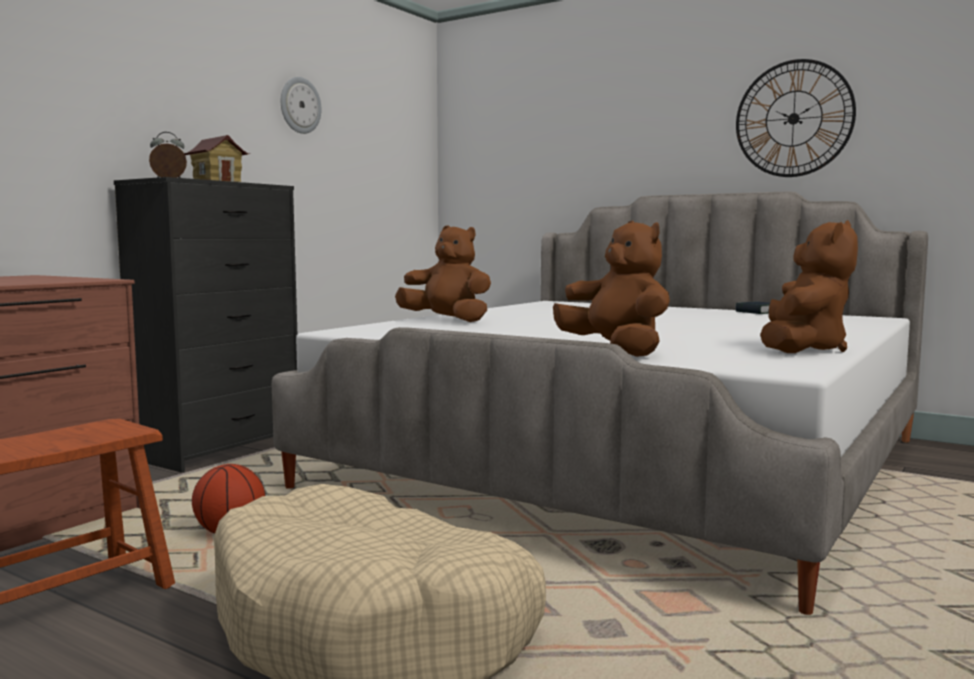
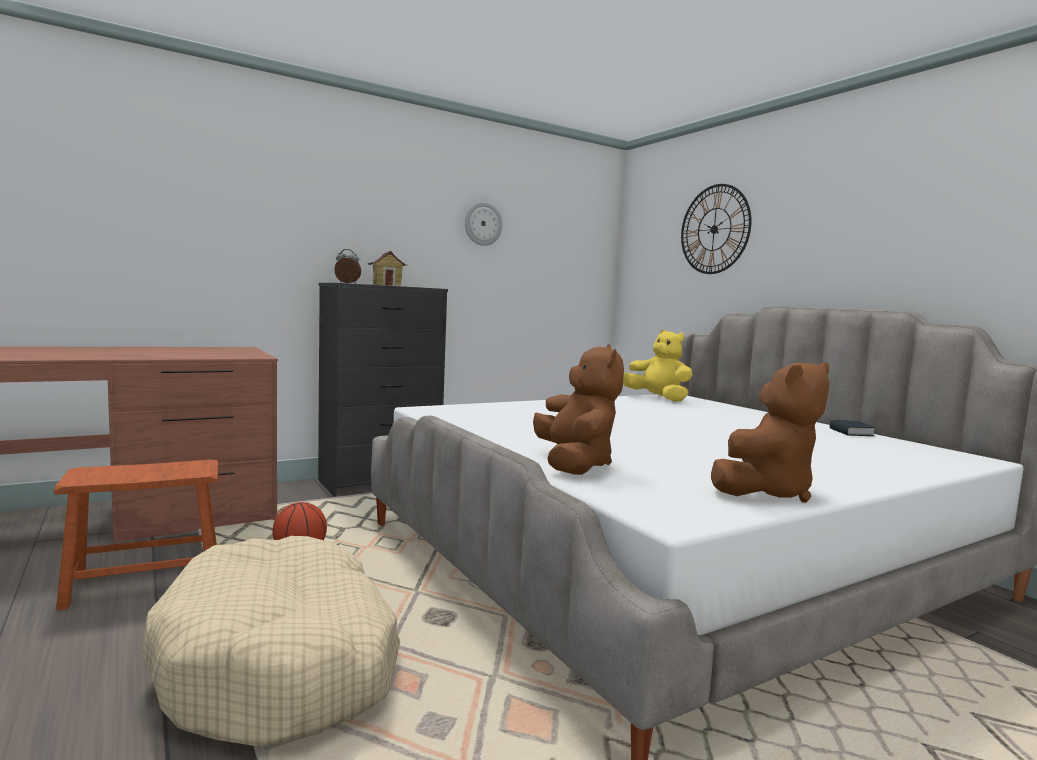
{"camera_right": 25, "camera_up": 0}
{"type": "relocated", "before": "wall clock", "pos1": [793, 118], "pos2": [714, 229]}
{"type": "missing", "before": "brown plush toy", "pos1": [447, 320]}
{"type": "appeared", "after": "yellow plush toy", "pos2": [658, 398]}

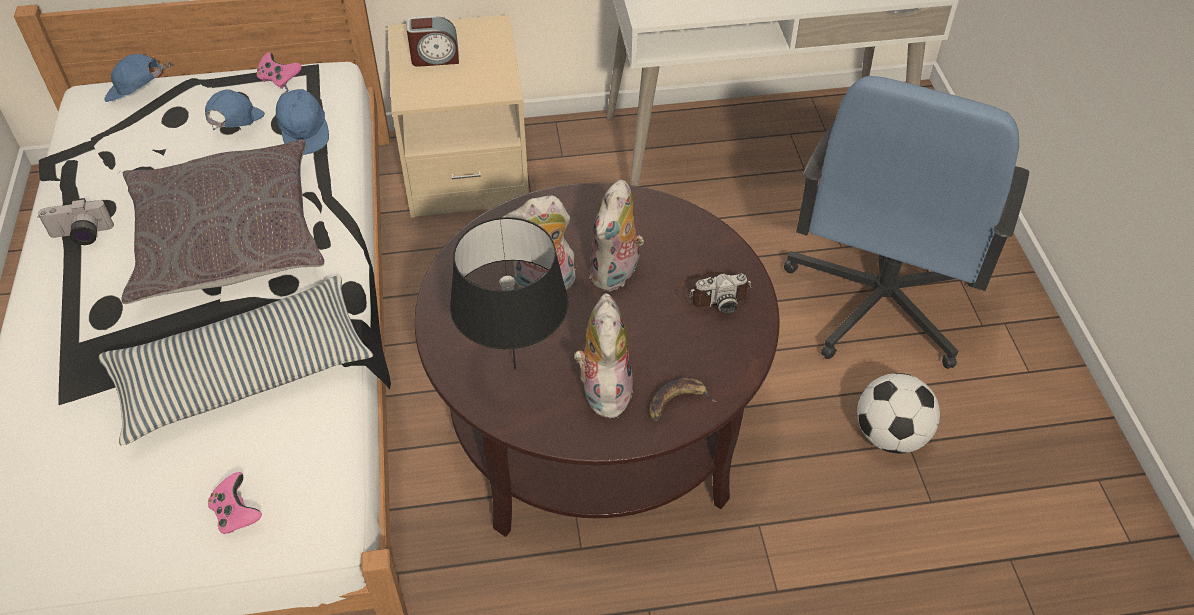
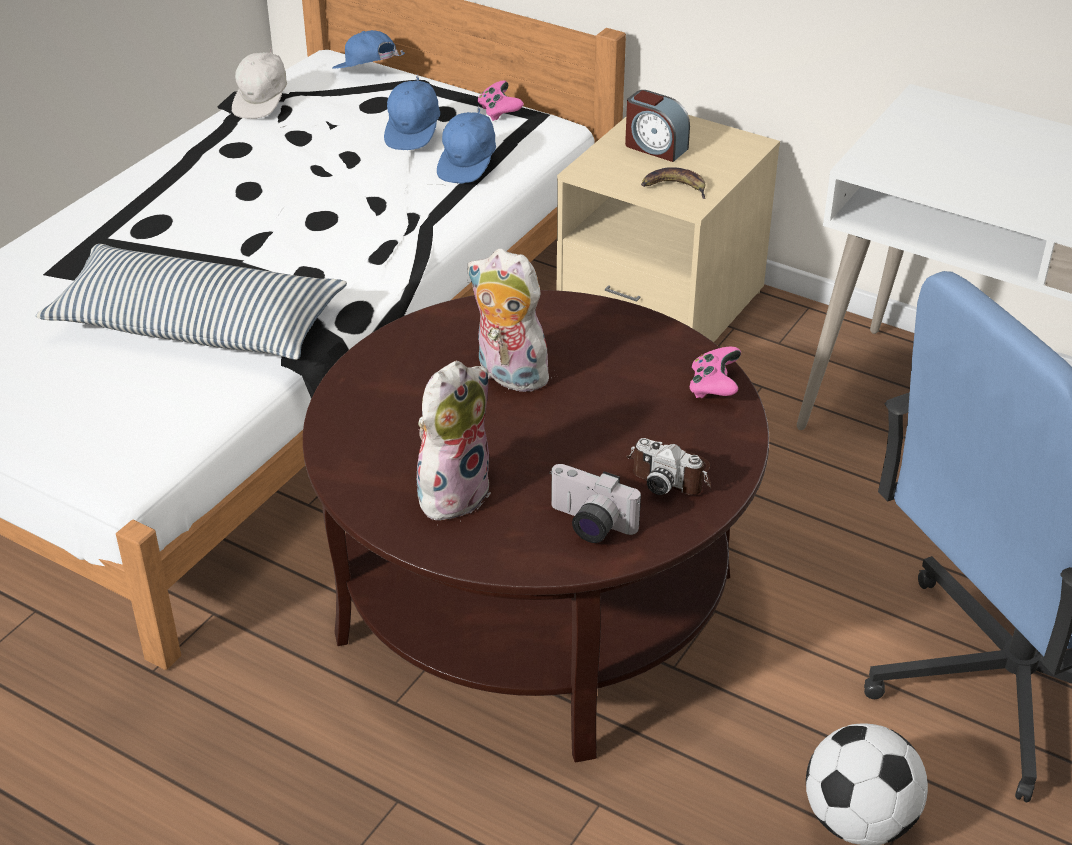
{"camera_right": 40, "camera_up": -10}
{"type": "spun", "before": "blue cap", "pos1": [236, 126], "pos2": [414, 132], "turn": 135}
{"type": "missing", "before": "grey pillow", "pos1": [227, 237]}
{"type": "missing", "before": "plush toy", "pos1": [616, 274]}
{"type": "relocated", "before": "photo camera", "pos1": [81, 236], "pos2": [588, 525]}
{"type": "missing", "before": "black table lamp", "pos1": [515, 369]}
{"type": "relocated", "before": "banana", "pos1": [677, 403], "pos2": [674, 187]}
{"type": "relocated", "before": "pink game controller", "pos1": [236, 513], "pos2": [714, 387]}
{"type": "appeared", "after": "white cap", "pos2": [263, 102]}

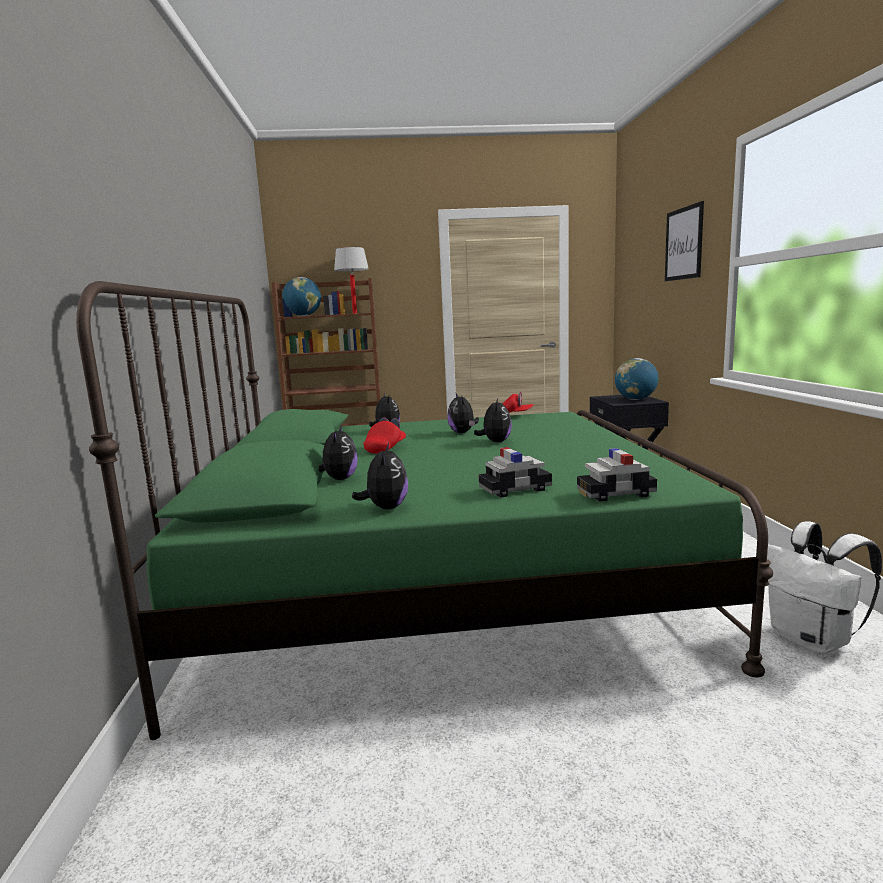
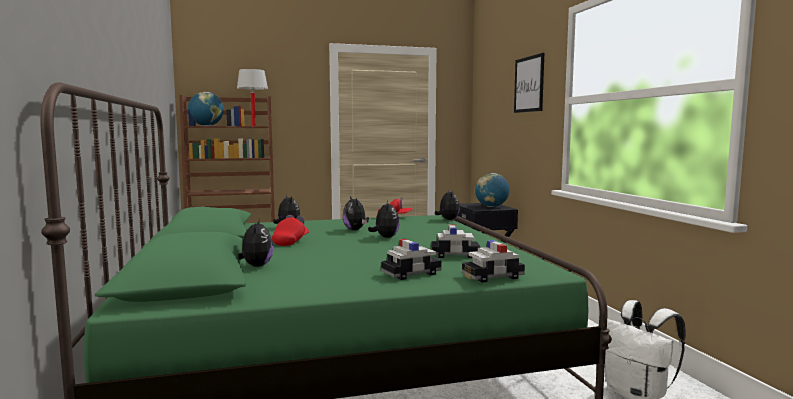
{"camera_right": -10, "camera_up": -5}
{"type": "relocated", "before": "plush toy", "pos1": [385, 508], "pos2": [447, 219]}
{"type": "appeared", "after": "toy car", "pos2": [455, 255]}

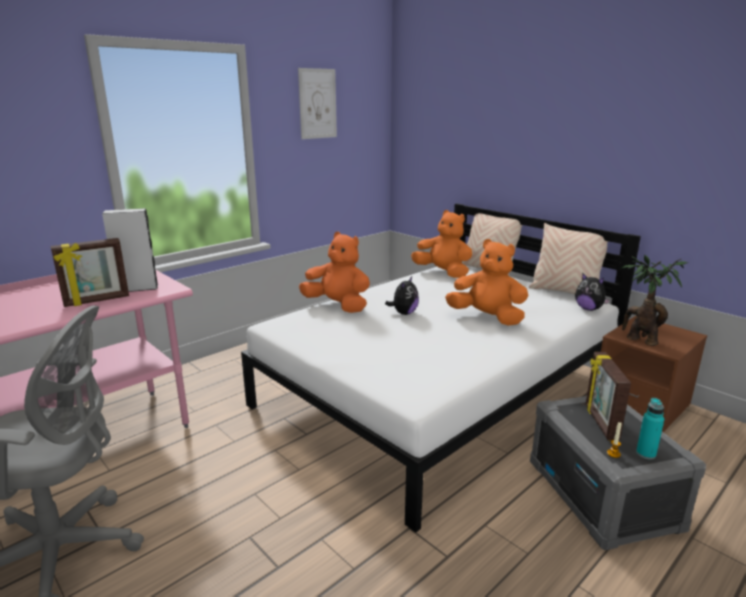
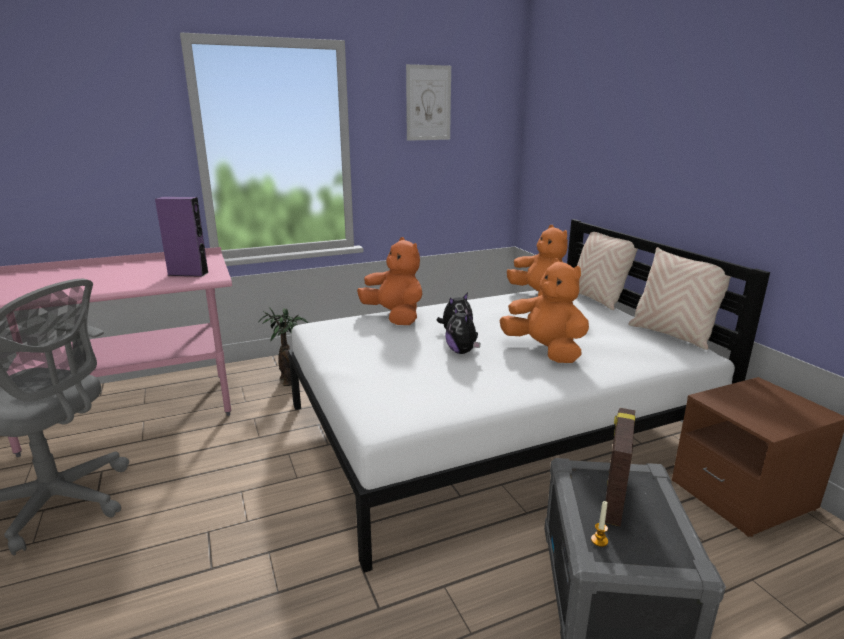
{"camera_right": 20, "camera_up": 0}
{"type": "colour", "before": "grey speaker", "after": "purple speaker", "pos1": [137, 288], "pos2": [188, 274]}
{"type": "missing", "before": "picture frame", "pos1": [97, 301]}
{"type": "relocated", "before": "potted plant", "pos1": [639, 339], "pos2": [289, 379]}
{"type": "relocated", "before": "plush toy", "pos1": [589, 309], "pos2": [462, 352]}
{"type": "missing", "before": "turquoise bottle", "pos1": [646, 454]}

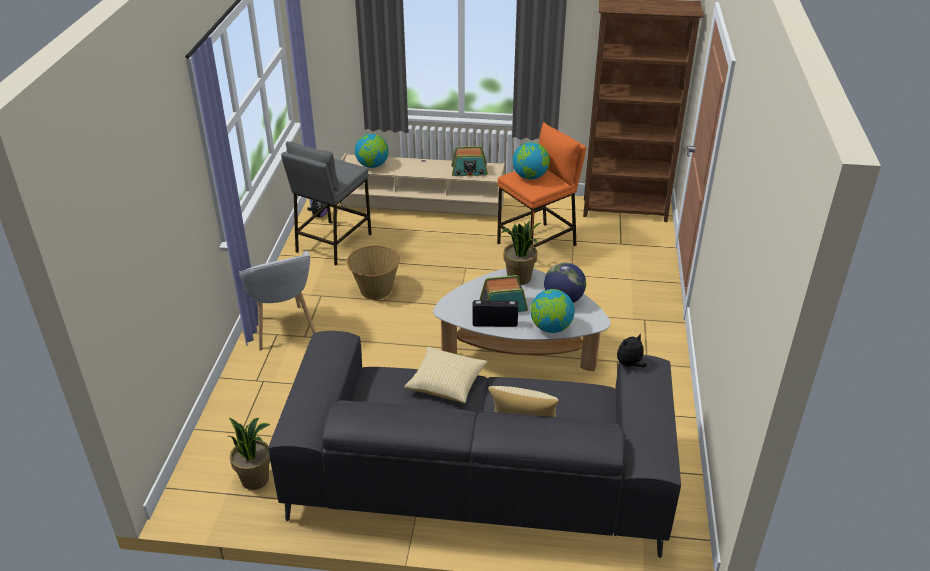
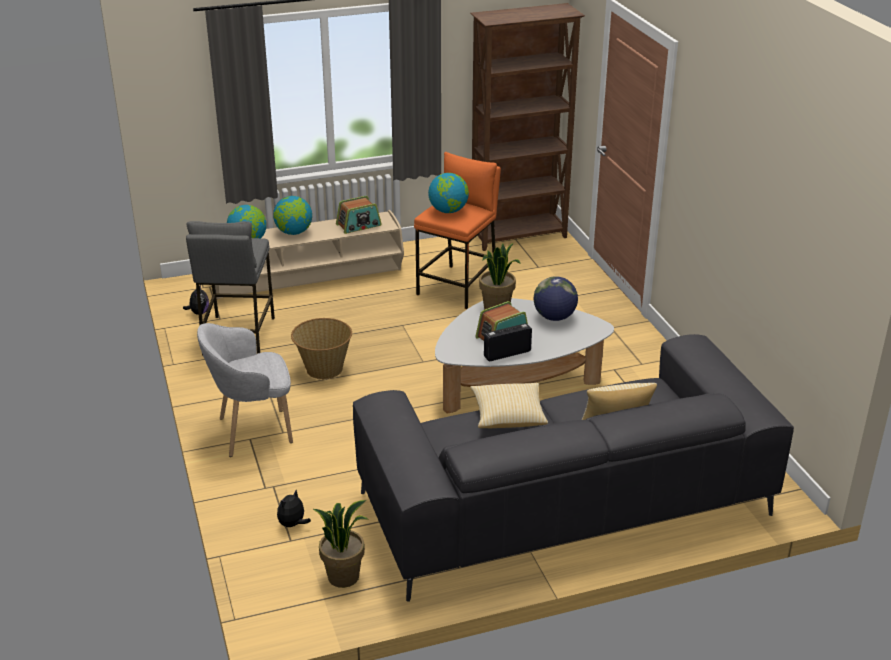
{"camera_right": -25, "camera_up": -5}
{"type": "spun", "before": "grey armchair", "pos1": [282, 329], "pos2": [252, 432], "turn": 120}
{"type": "relocated", "before": "globe", "pos1": [550, 327], "pos2": [293, 232]}
{"type": "relocated", "before": "plush toy", "pos1": [629, 364], "pos2": [293, 524]}

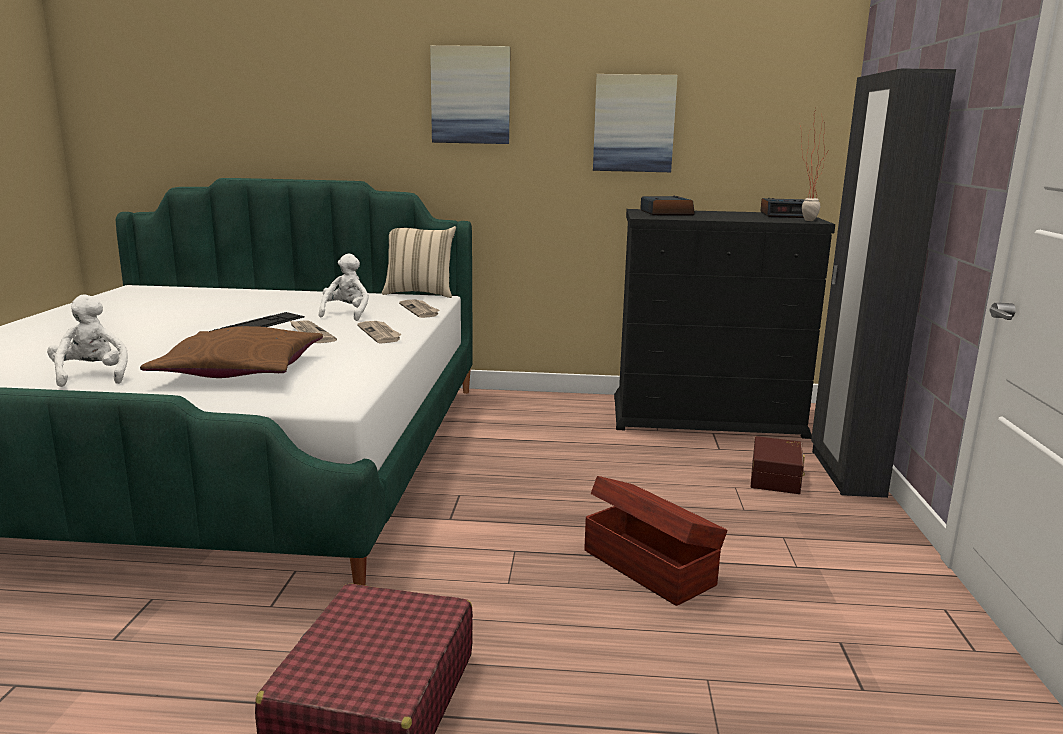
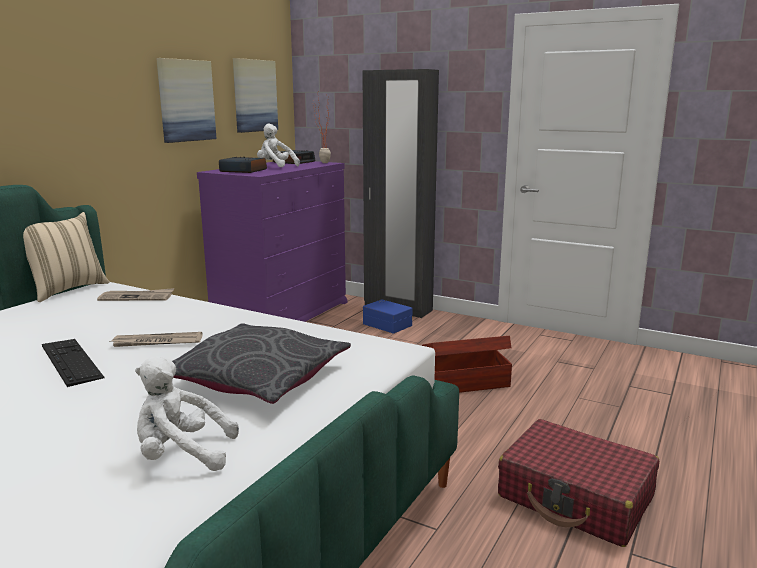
{"camera_right": -65, "camera_up": 0}
{"type": "relocated", "before": "picture", "pos1": [470, 95], "pos2": [254, 95]}
{"type": "colour", "before": "black dresser", "after": "purple dresser", "pos1": [707, 416], "pos2": [281, 315]}
{"type": "relocated", "before": "white plush toy", "pos1": [346, 314], "pos2": [275, 166]}
{"type": "missing", "before": "newspaper", "pos1": [380, 334]}
{"type": "colour", "before": "brown pillow", "after": "grey pillow", "pos1": [240, 370], "pos2": [256, 378]}
{"type": "colour", "before": "brown storage box", "after": "blue storage box", "pos1": [777, 478], "pos2": [388, 324]}

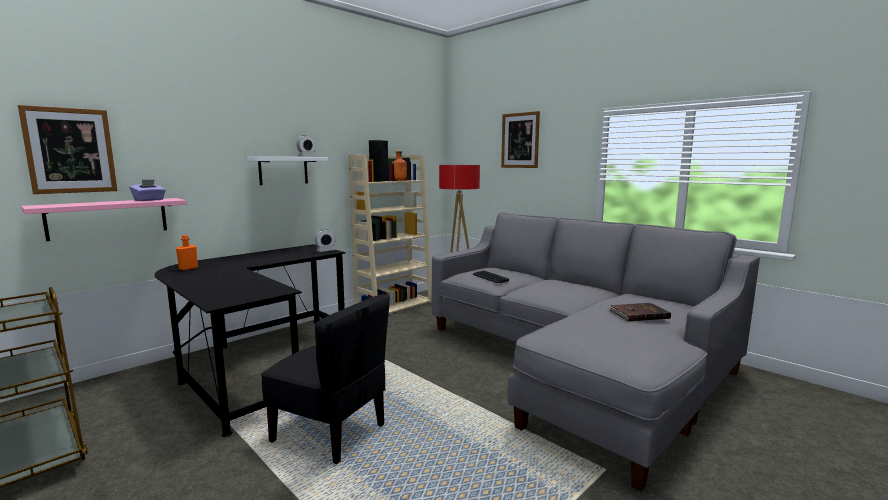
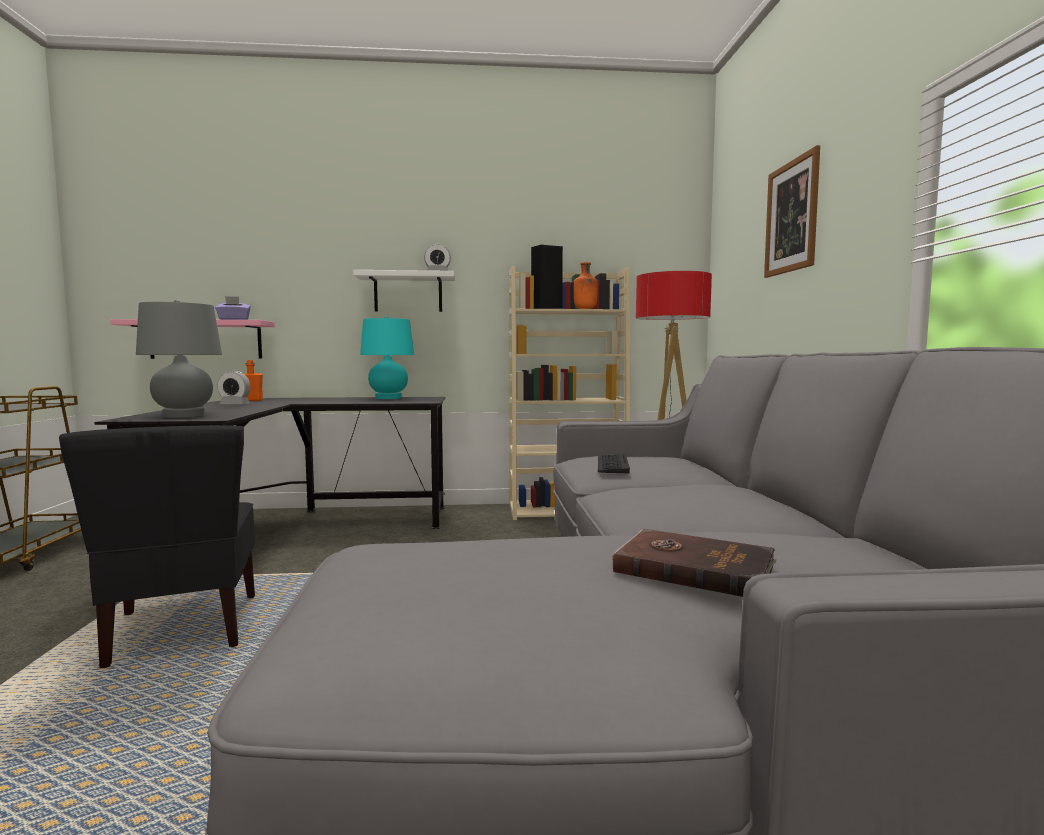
{"camera_right": 40, "camera_up": -5}
{"type": "missing", "before": "picture", "pos1": [70, 150]}
{"type": "relocated", "before": "alarm clock", "pos1": [325, 251], "pos2": [234, 404]}
{"type": "appeared", "after": "grey table lamp", "pos2": [184, 415]}
{"type": "appeared", "after": "turquoise table lamp", "pos2": [388, 398]}

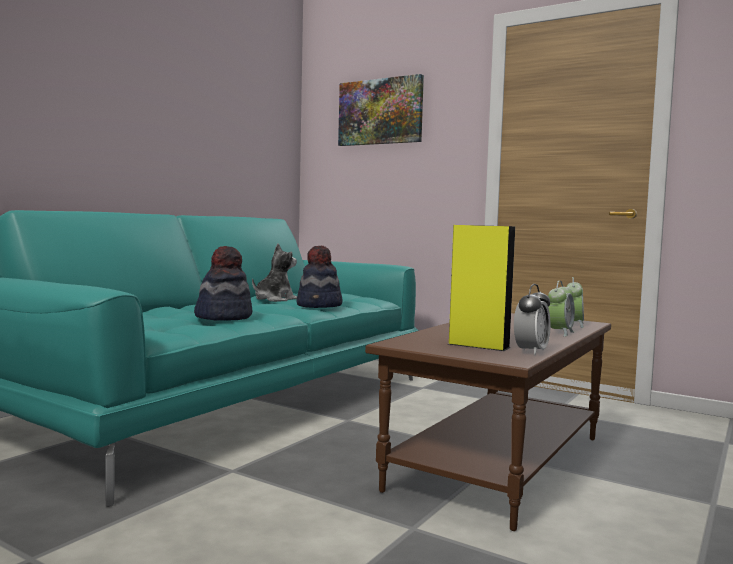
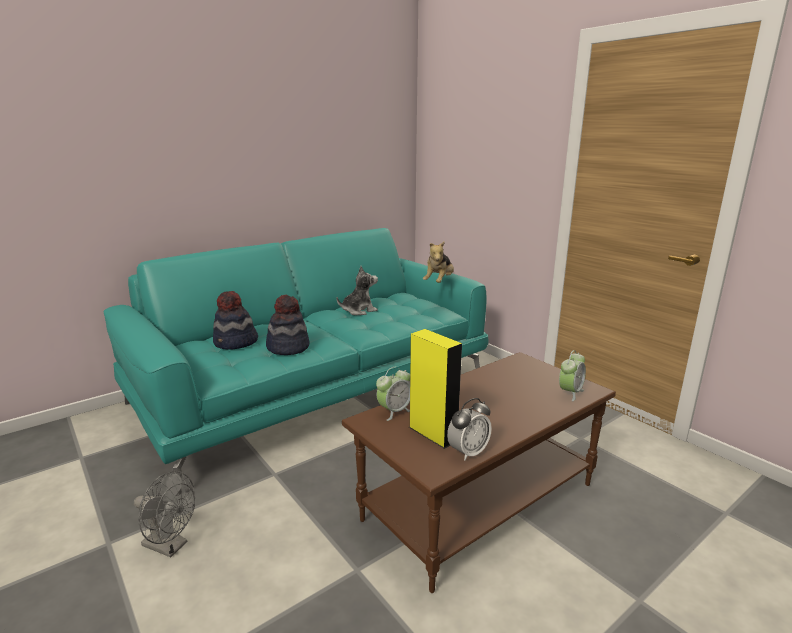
{"camera_right": 20, "camera_up": 15}
{"type": "missing", "before": "picture", "pos1": [380, 112]}
{"type": "relocated", "before": "hat", "pos1": [320, 306], "pos2": [235, 343]}
{"type": "relocated", "before": "alarm clock", "pos1": [559, 333], "pos2": [394, 411]}
{"type": "appeared", "after": "plush toy", "pos2": [439, 282]}
{"type": "appeared", "after": "grey fan", "pos2": [170, 546]}

